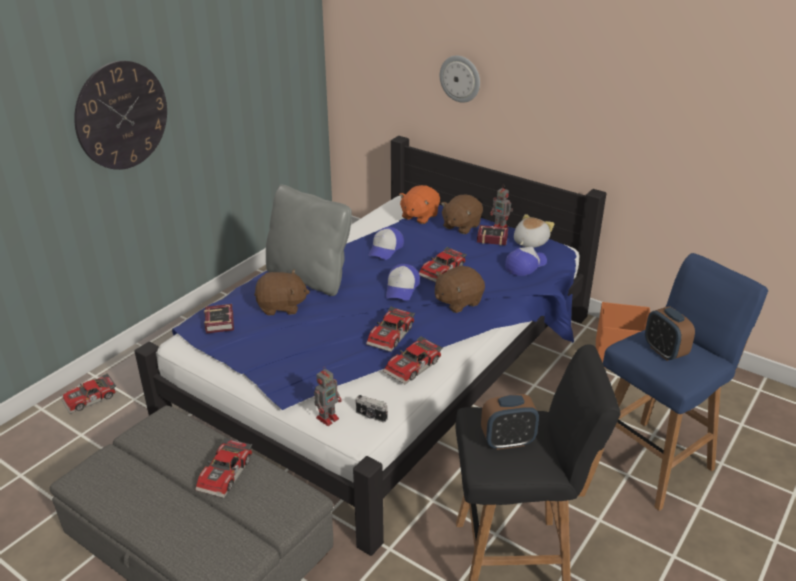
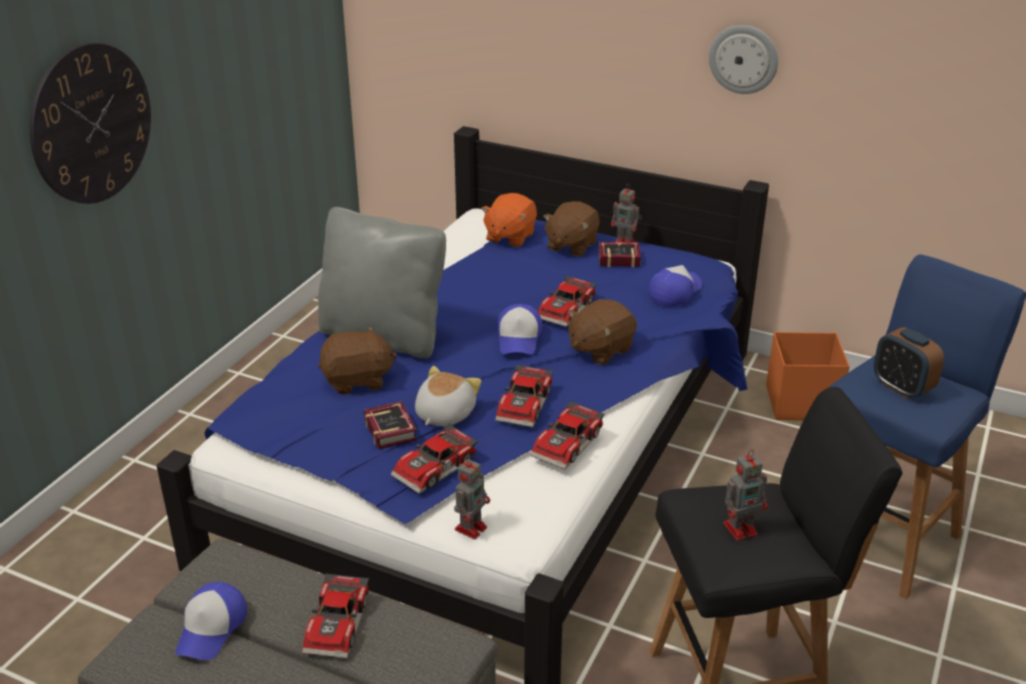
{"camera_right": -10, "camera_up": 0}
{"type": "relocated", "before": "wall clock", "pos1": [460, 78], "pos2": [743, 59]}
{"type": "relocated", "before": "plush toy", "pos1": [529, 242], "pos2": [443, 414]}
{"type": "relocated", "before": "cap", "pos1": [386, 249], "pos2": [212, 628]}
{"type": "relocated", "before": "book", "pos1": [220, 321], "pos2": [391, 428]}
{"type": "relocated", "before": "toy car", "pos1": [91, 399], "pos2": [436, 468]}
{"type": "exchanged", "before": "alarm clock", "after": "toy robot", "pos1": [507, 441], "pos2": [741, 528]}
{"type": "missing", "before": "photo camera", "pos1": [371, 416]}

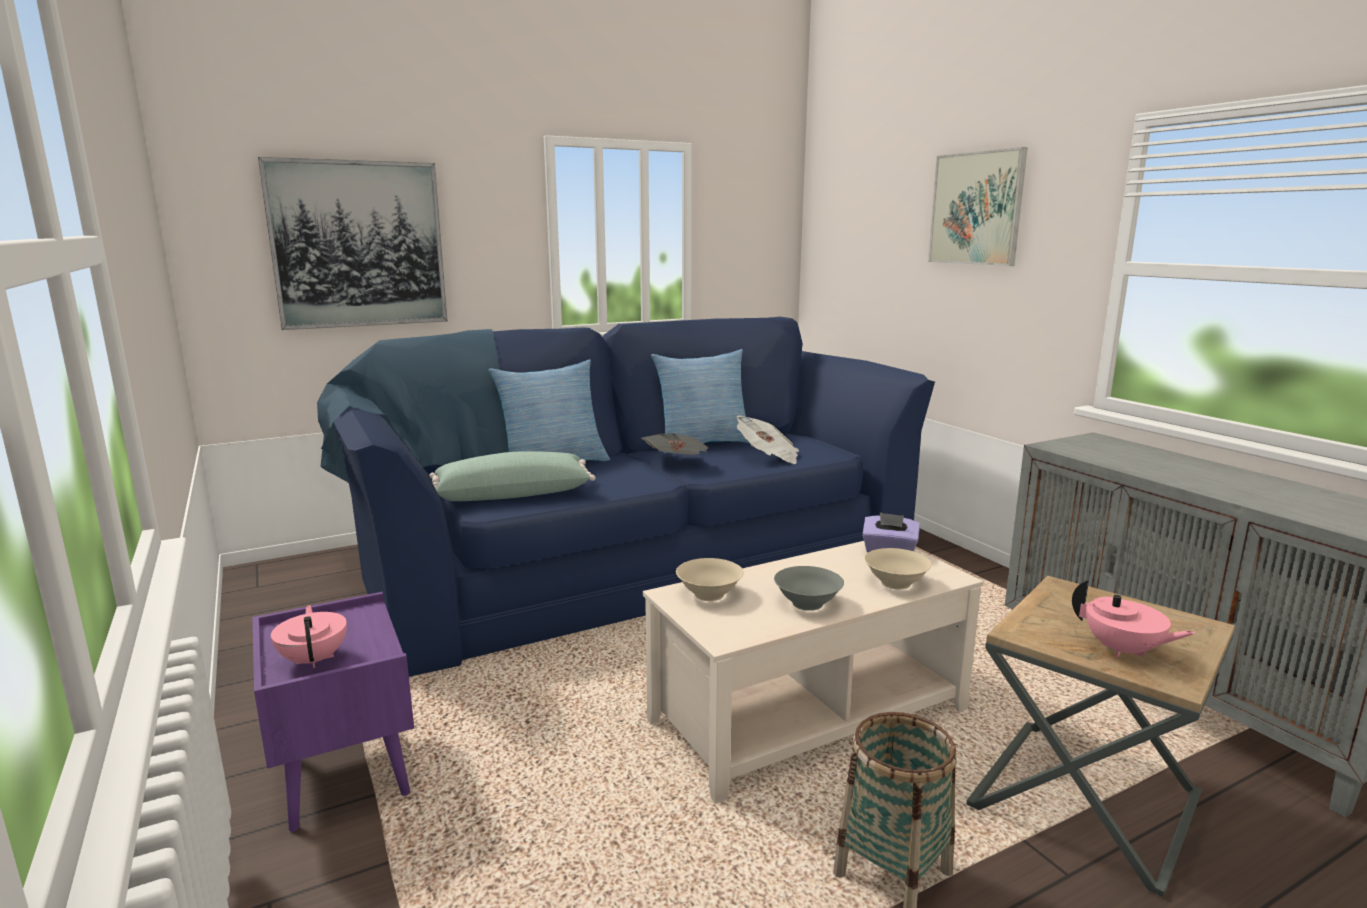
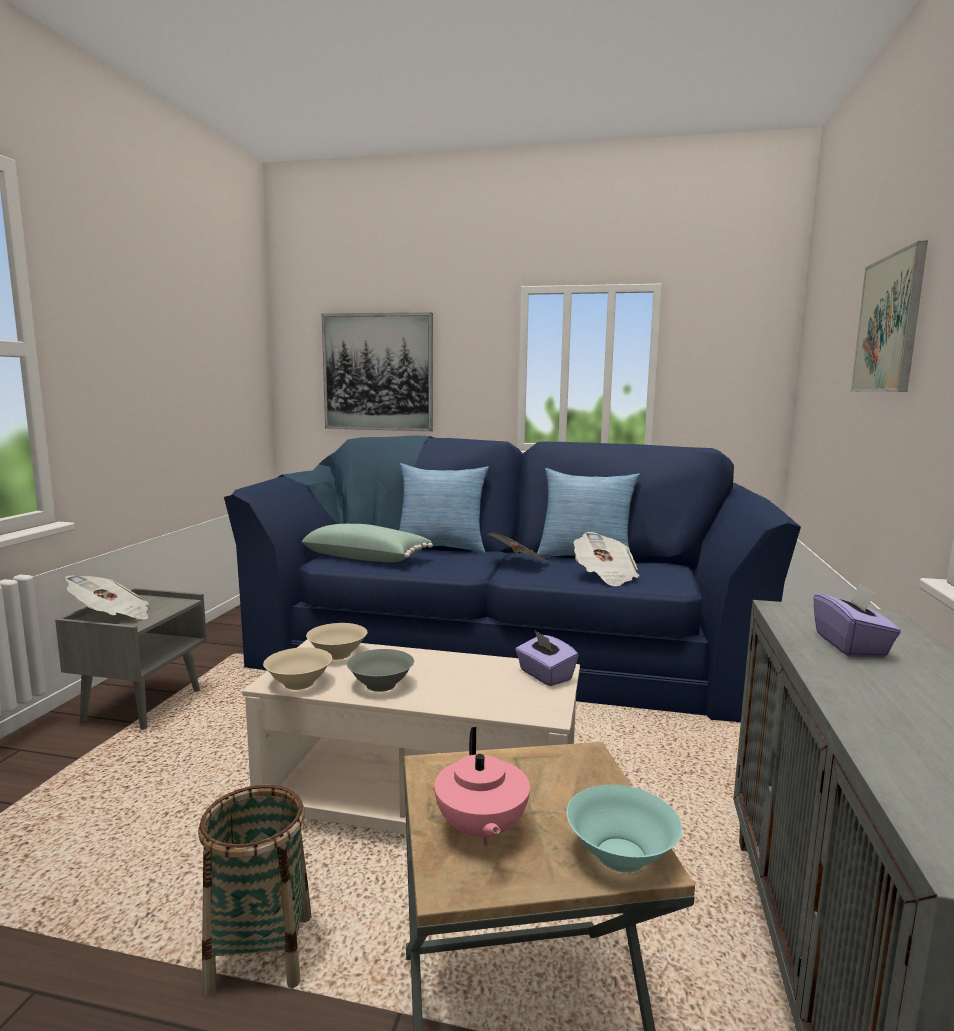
{"camera_right": 40, "camera_up": -5}
{"type": "relocated", "before": "beige bowl", "pos1": [896, 583], "pos2": [299, 683]}
{"type": "colour", "before": "purple nightstand", "after": "grey nightstand", "pos1": [343, 774], "pos2": [142, 705]}
{"type": "exchanged", "before": "pink teapot", "after": "newspaper", "pos1": [314, 659], "pos2": [112, 616]}
{"type": "appeared", "after": "purple tissue box", "pos2": [851, 646]}
{"type": "appeared", "after": "turquoise bowl", "pos2": [620, 854]}

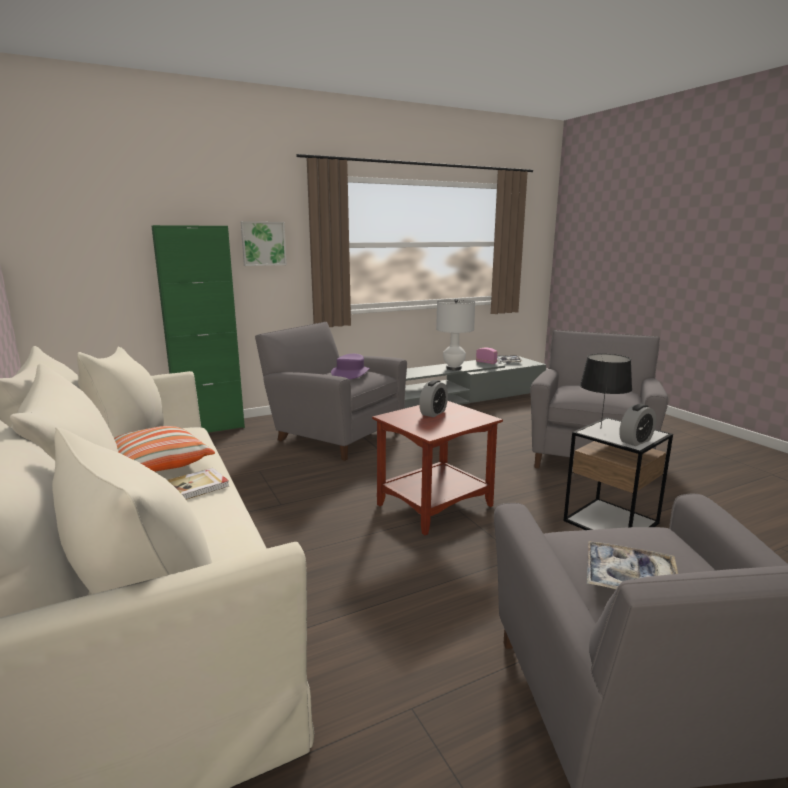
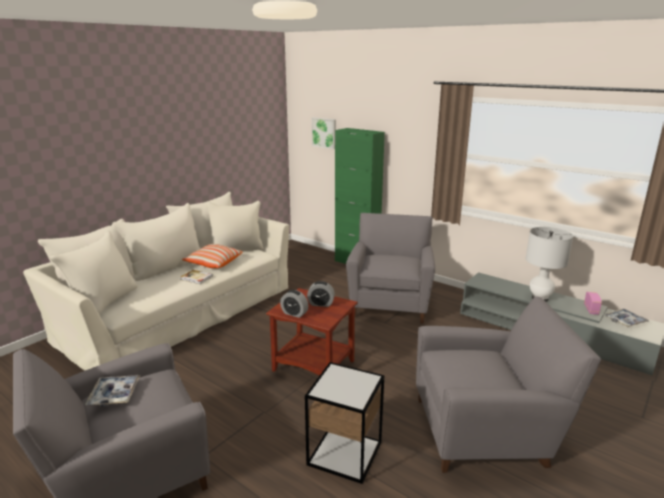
{"camera_right": 65, "camera_up": 5}
{"type": "relocated", "before": "picture", "pos1": [263, 243], "pos2": [324, 132]}
{"type": "missing", "before": "purple hat", "pos1": [350, 373]}
{"type": "missing", "before": "black table lamp", "pos1": [600, 428]}
{"type": "relocated", "before": "alarm clock", "pos1": [635, 441], "pos2": [294, 313]}

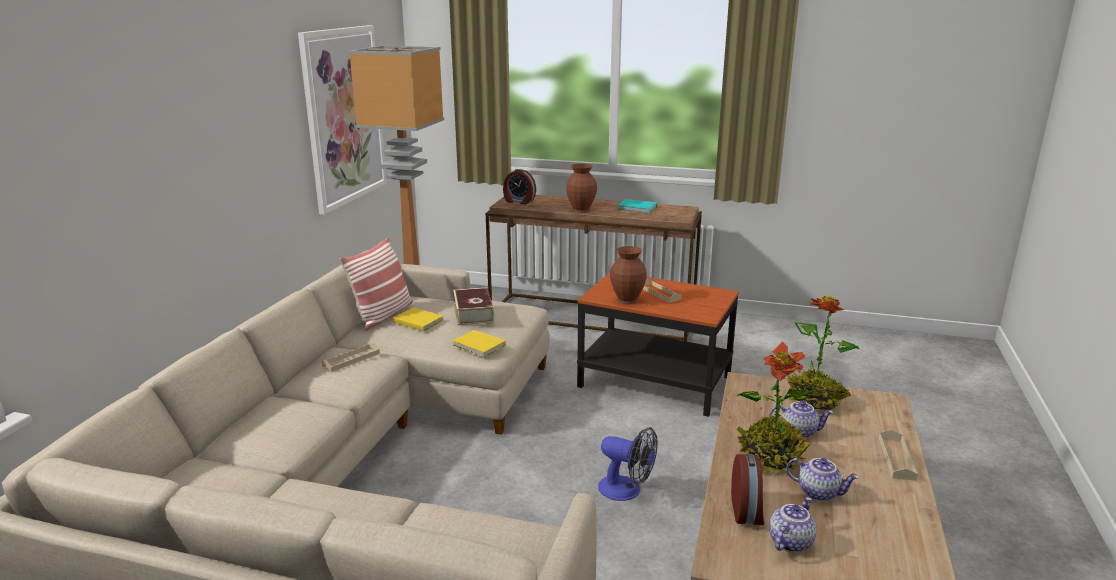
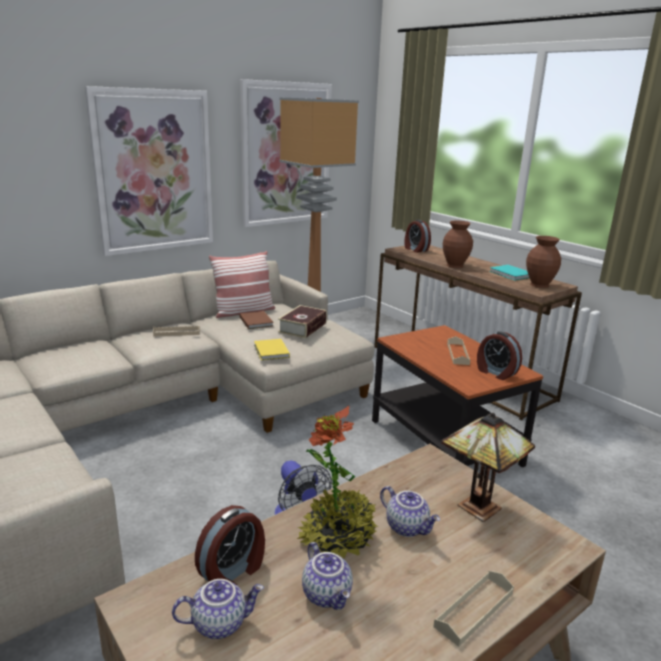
{"camera_right": 35, "camera_up": 0}
{"type": "relocated", "before": "brown vase", "pos1": [628, 300], "pos2": [540, 285]}
{"type": "exchanged", "before": "potted plant", "after": "table lamp", "pos1": [814, 401], "pos2": [475, 507]}
{"type": "colour", "before": "yellow book", "after": "brown book", "pos1": [417, 321], "pos2": [256, 321]}
{"type": "appeared", "after": "picture", "pos2": [154, 172]}
{"type": "appeared", "after": "alarm clock", "pos2": [495, 373]}

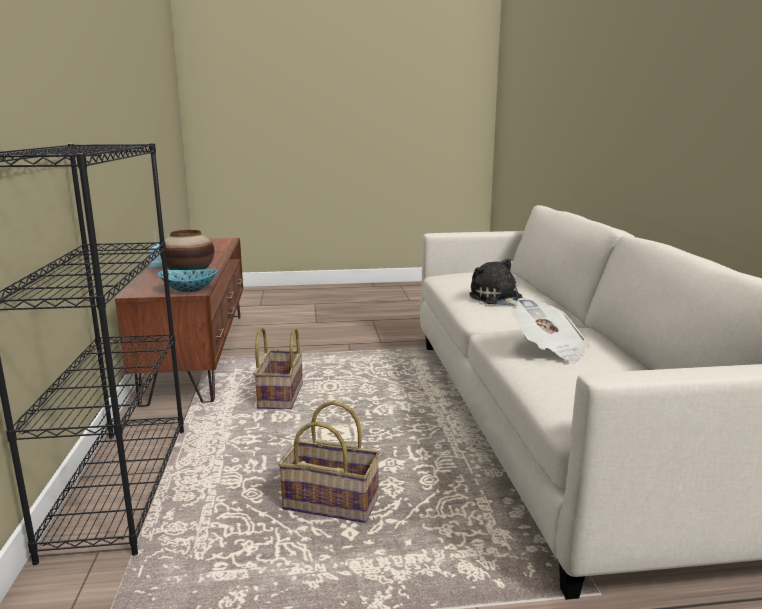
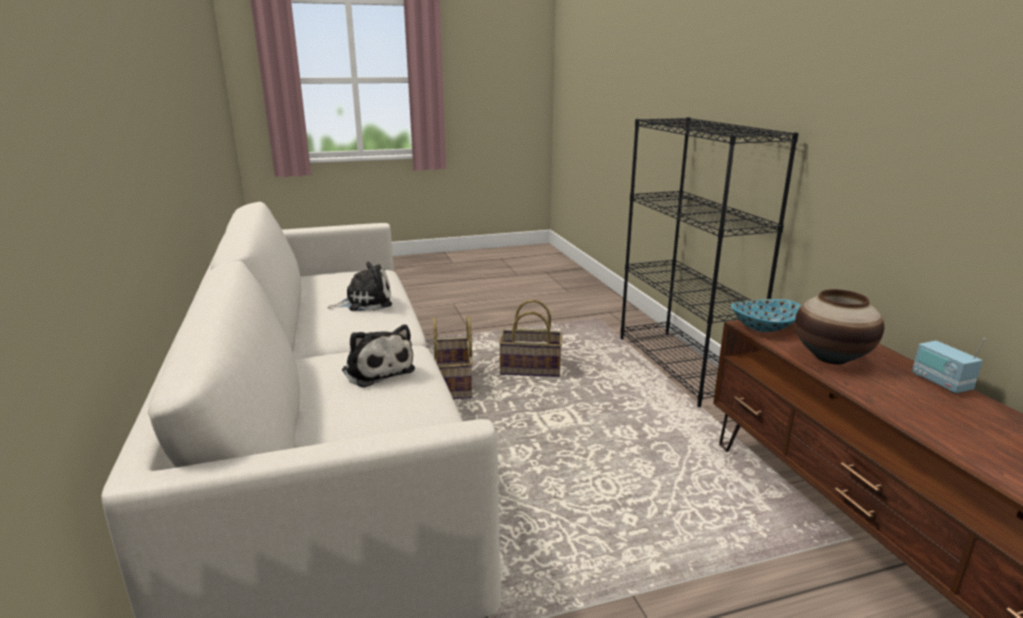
{"camera_right": 170, "camera_up": 5}
{"type": "exchanged", "before": "newspaper", "after": "plush toy", "pos1": [549, 350], "pos2": [365, 302]}
{"type": "relocated", "before": "basket", "pos1": [280, 395], "pos2": [454, 384]}

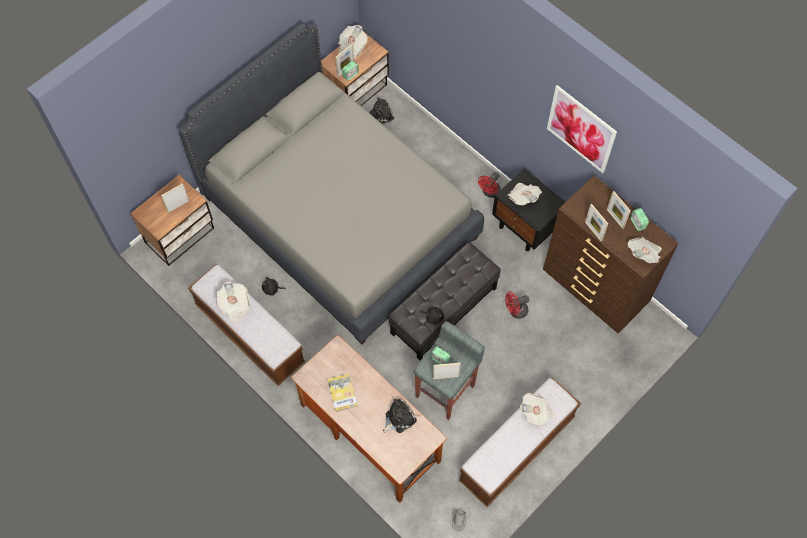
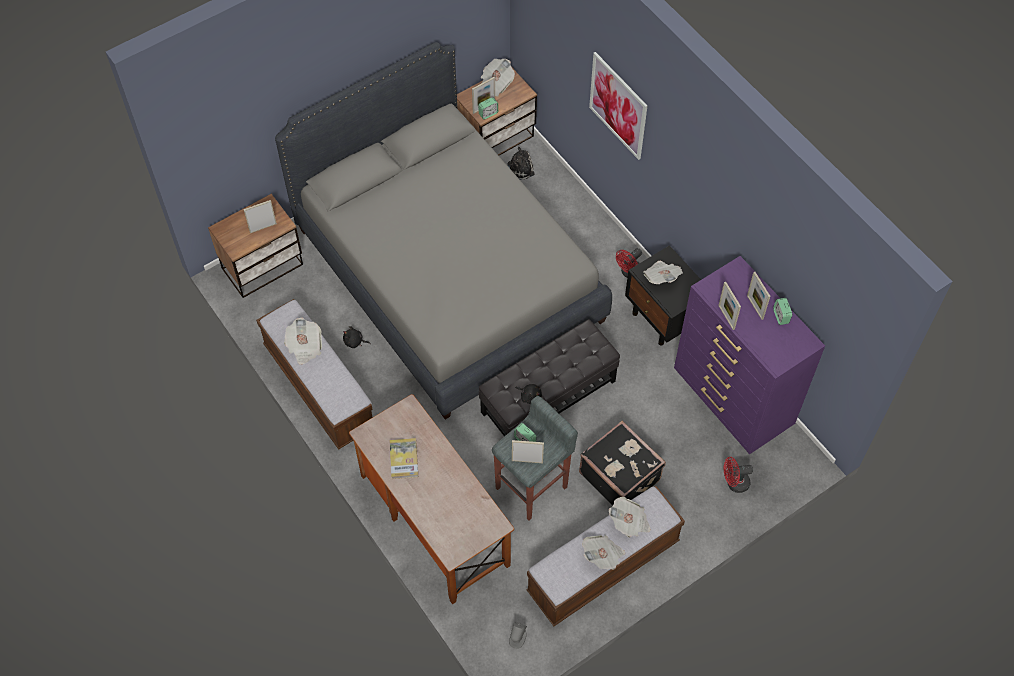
{"camera_right": 10, "camera_up": -5}
{"type": "relocated", "before": "picture", "pos1": [581, 129], "pos2": [618, 106]}
{"type": "colour", "before": "brown dresser", "after": "purple dresser", "pos1": [594, 289], "pos2": [732, 401]}
{"type": "relocated", "before": "newspaper", "pos1": [644, 254], "pos2": [603, 556]}
{"type": "relocated", "before": "red fan", "pos1": [515, 311], "pos2": [734, 483]}
{"type": "missing", "before": "plush toy", "pos1": [398, 418]}
{"type": "appeared", "after": "black suitcase", "pos2": [620, 475]}

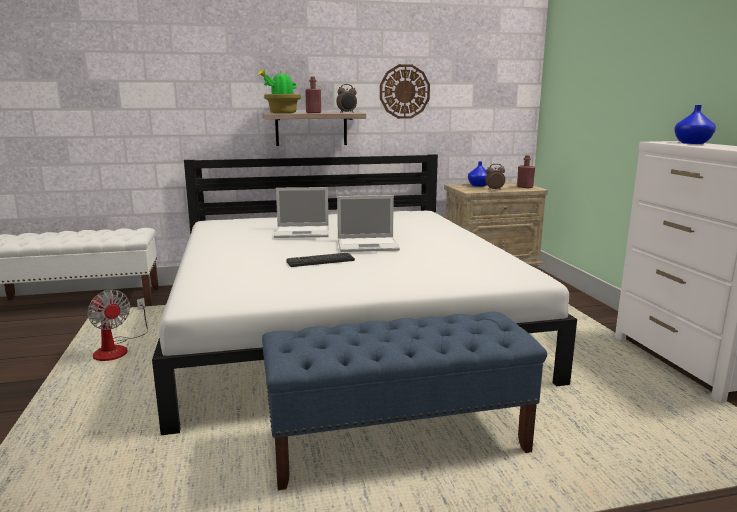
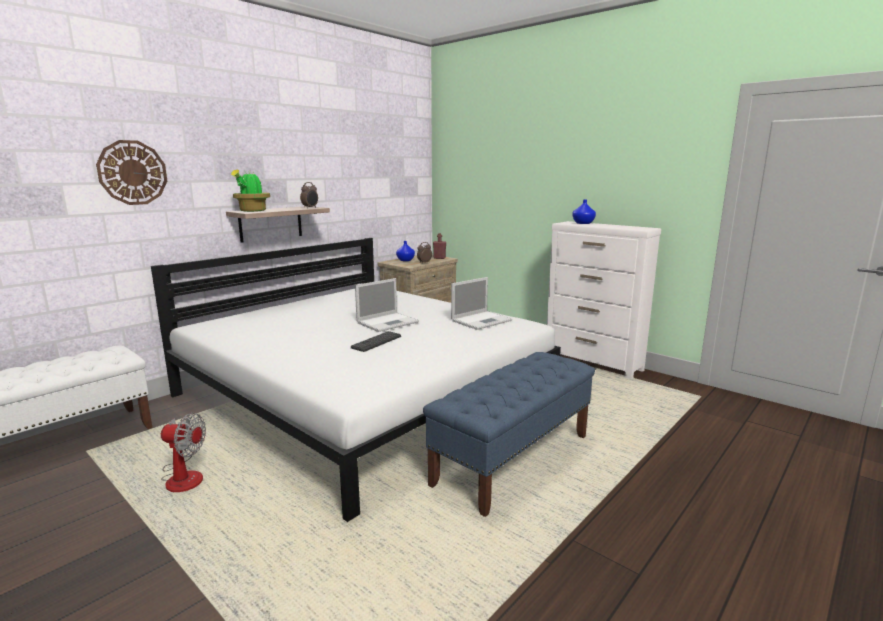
{"camera_right": -35, "camera_up": 0}
{"type": "relocated", "before": "wall clock", "pos1": [404, 91], "pos2": [132, 172]}
{"type": "missing", "before": "red bottle", "pos1": [313, 113]}
{"type": "relocated", "before": "laptop", "pos1": [303, 232], "pos2": [482, 320]}

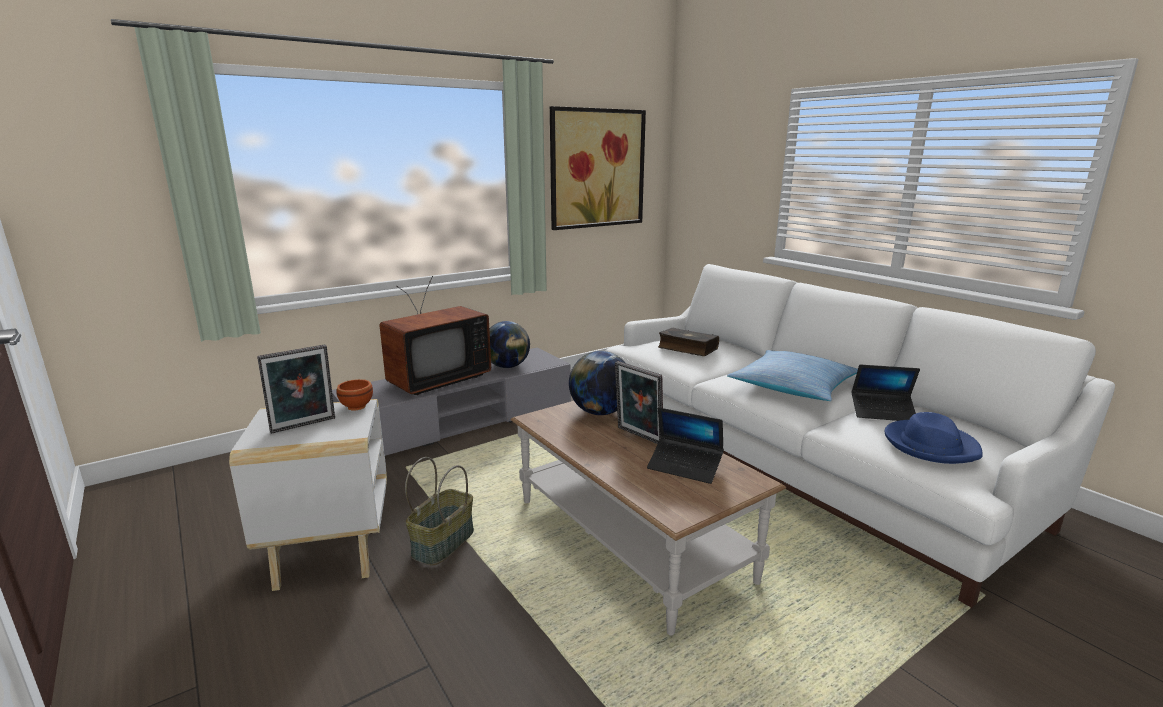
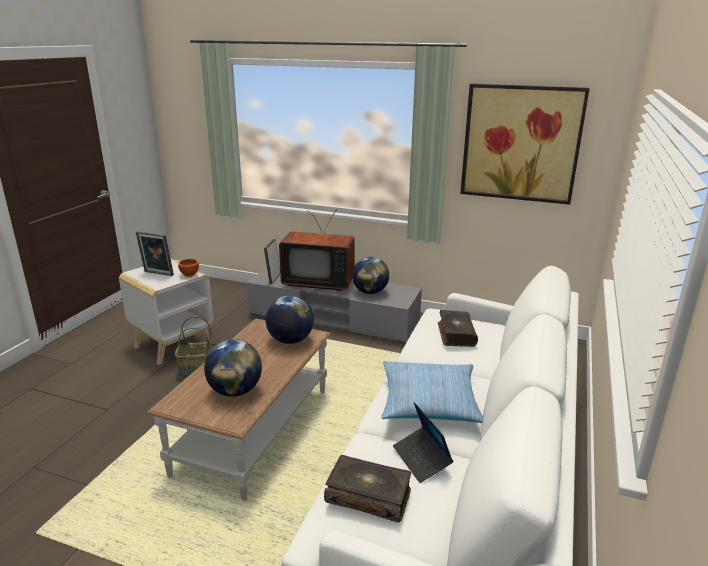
{"camera_right": 55, "camera_up": 5}
{"type": "relocated", "before": "picture frame", "pos1": [637, 436], "pos2": [273, 278]}
{"type": "exchanged", "before": "laptop", "after": "globe", "pos1": [685, 466], "pos2": [235, 391]}
{"type": "exchanged", "before": "blue hat", "after": "book", "pos1": [930, 445], "pos2": [368, 495]}

